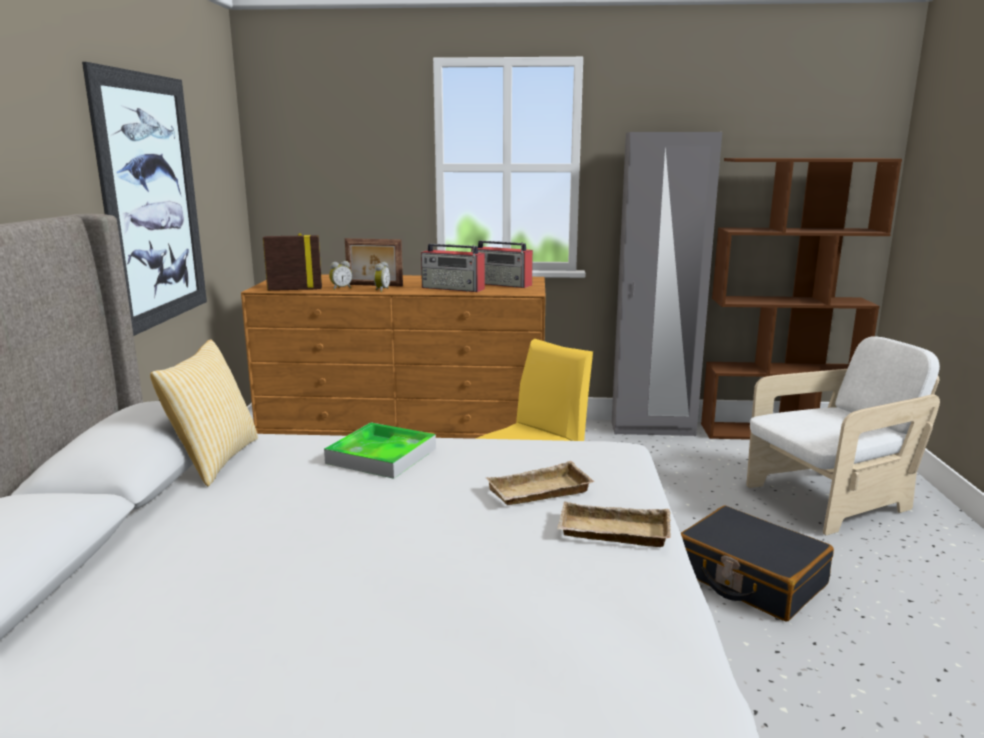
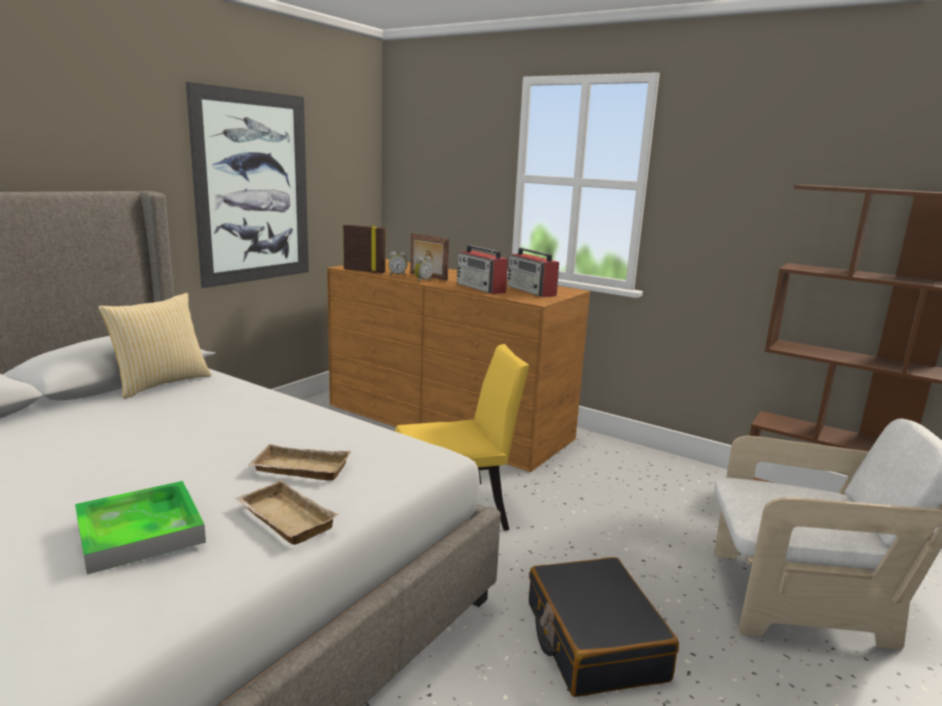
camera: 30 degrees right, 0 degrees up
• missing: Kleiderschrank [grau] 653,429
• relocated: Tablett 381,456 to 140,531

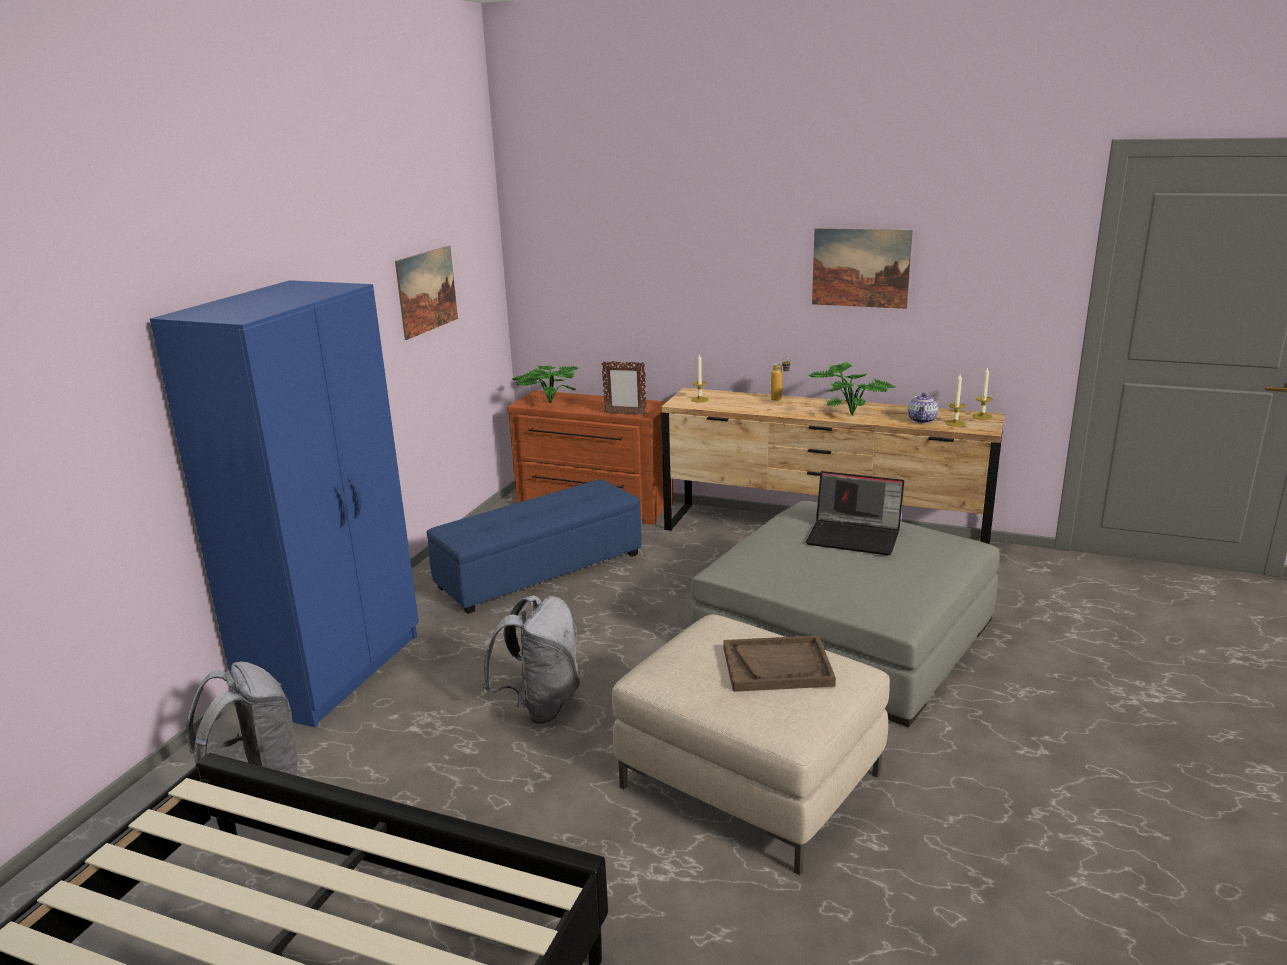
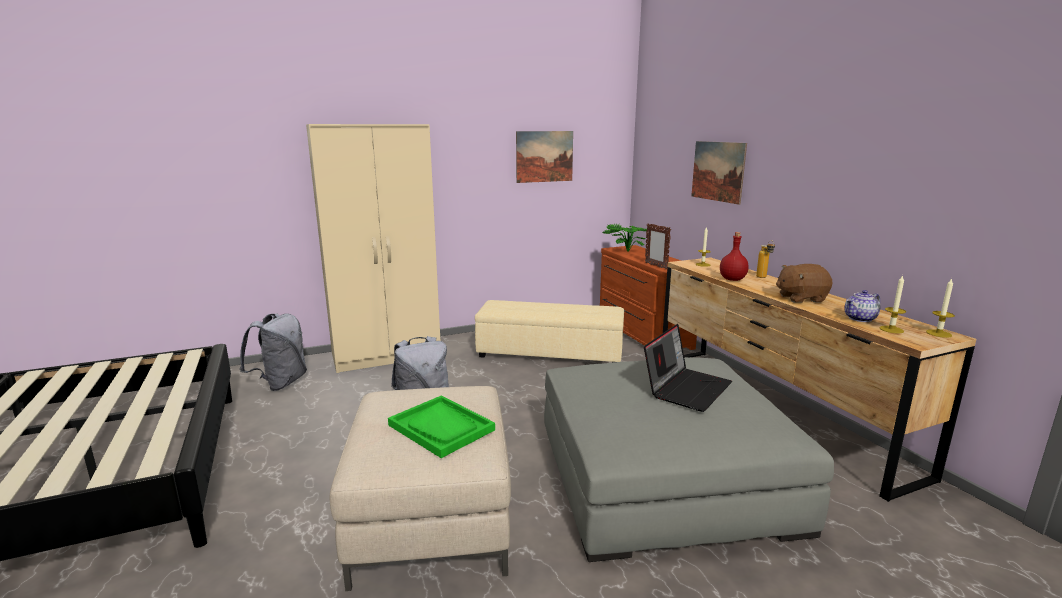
camera: 45 degrees right, 5 degrees down
• appeared: Flasche [rot] 732,279
• relocated: Bild 860,268 to 718,171
• exchanged: Topfpflanze 850,413 to Plüschtier [braun] 800,298
• colour: Kleiderschrank [blau] 336,670 to Kleiderschrank [beige] 387,355
• colour: Polsterhocker [blau] 540,570 to Polsterhocker [beige] 550,352
• colour: Tablett [braun] 777,666 to Tablett [grün] 441,427
• spun: Laptop 855,536 = 686,388 120 degrees counterclockwise

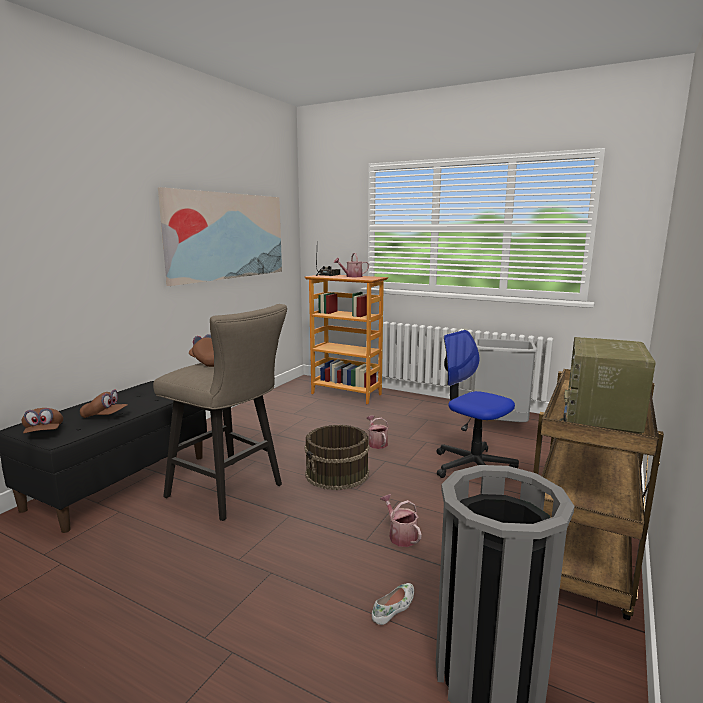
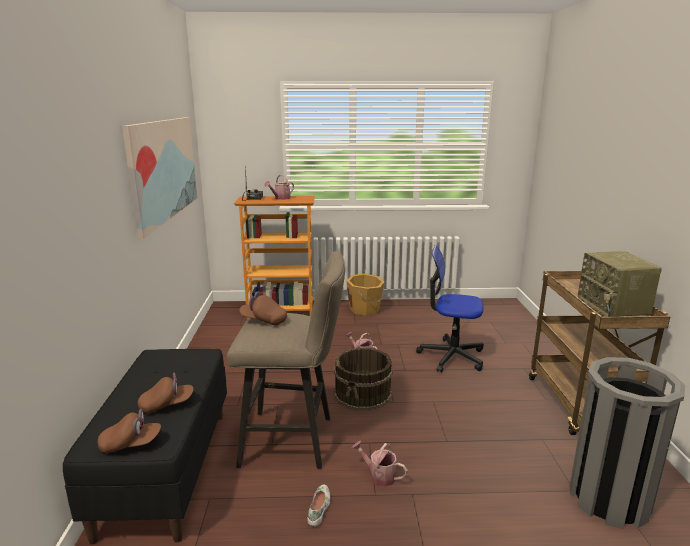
camera: 30 degrees left, 5 degrees up
• missing: Mülleimer [grau] 498,425
• appeared: Eimer [orange] 365,309
• relocated: Schuh [weiß] 394,607 to 319,508
• relocated: Gießkanne 400,535 to 379,475
• spun: Kappe [braun] 44,433 = 131,444 45 degrees counterclockwise

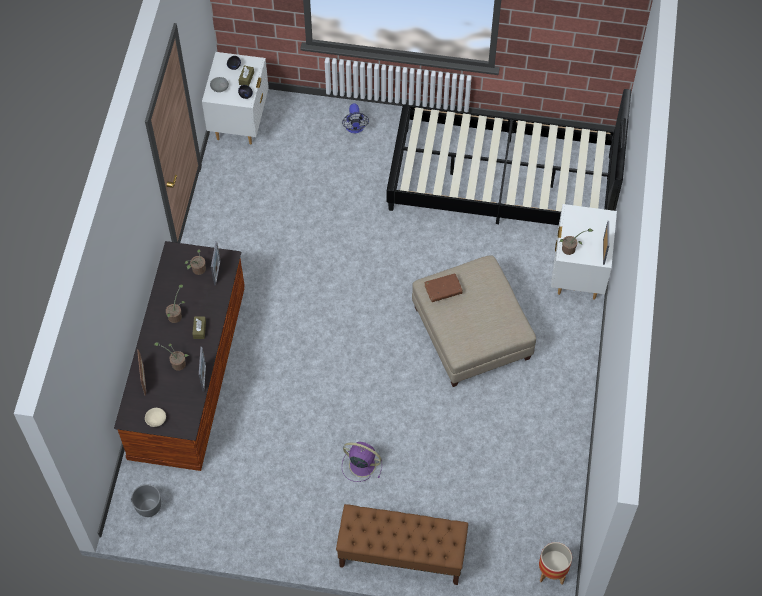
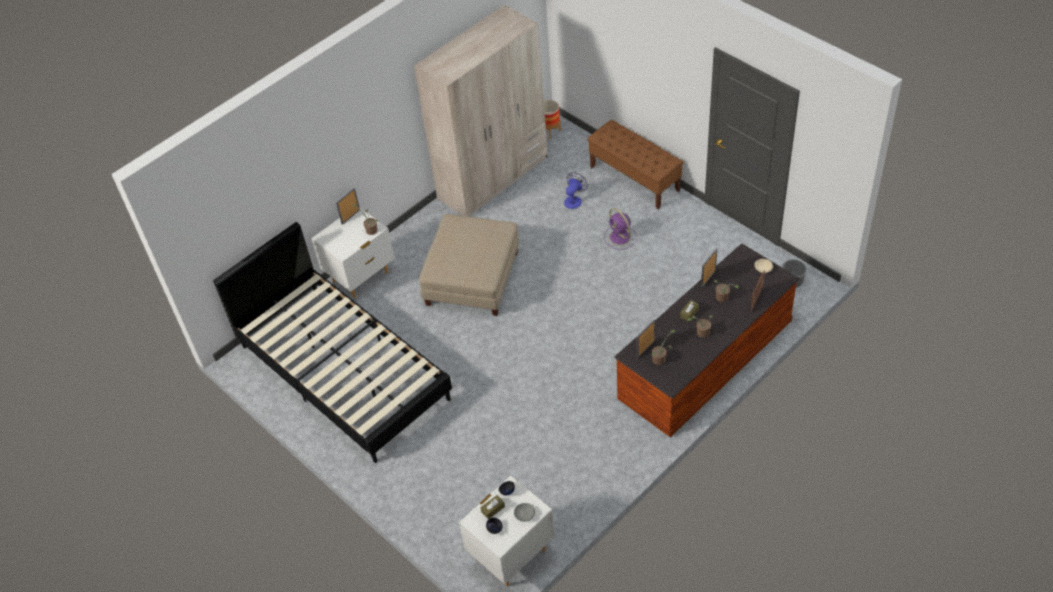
camera: 140 degrees left, 10 degrees down
• missing: Buch [braun] 443,290
• appeared: Kleiderschrank [beige] 493,178
• relocated: Ventilator 355,128 to 574,200

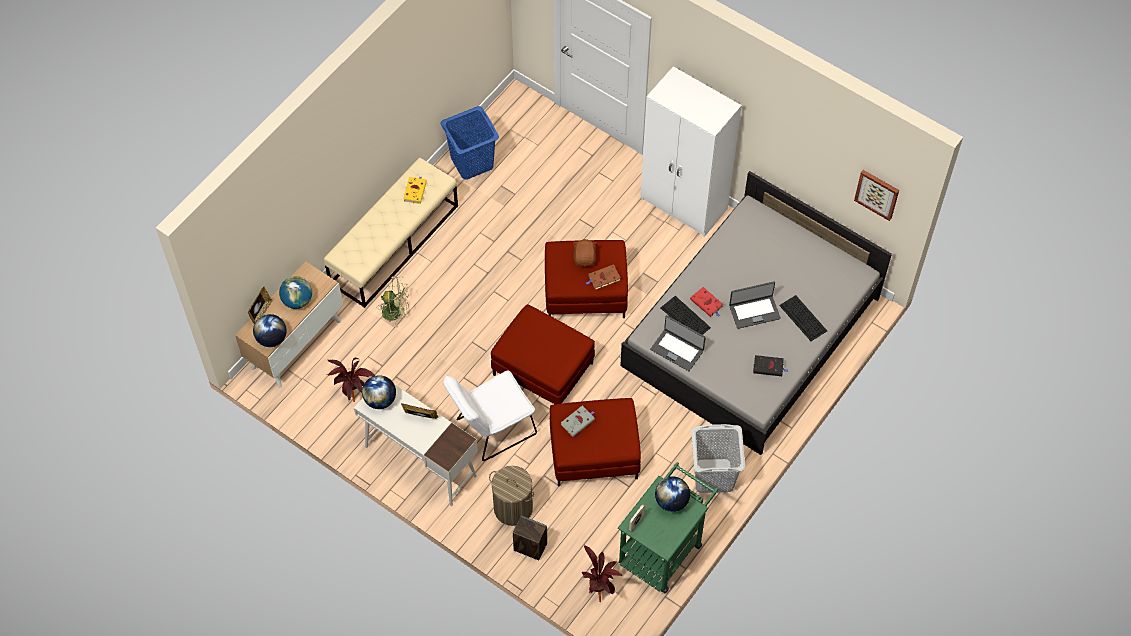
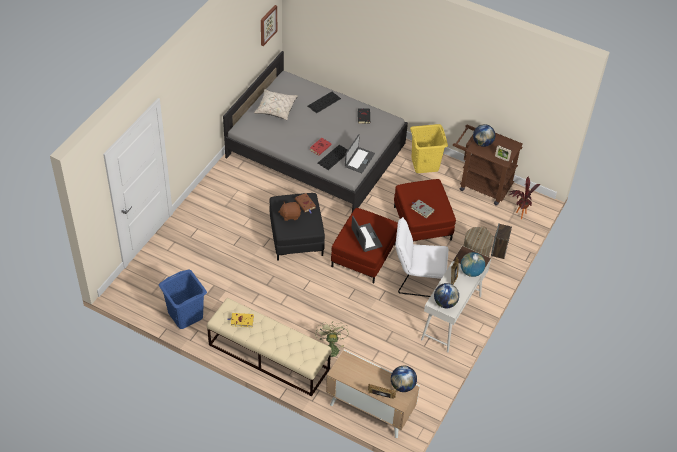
camera: 100 degrees left, 10 degrees down
• missing: Topfpflanze 355,398
• missing: Kleiderschrank [weiß] 684,205
• appeared: Kissen [beige] 275,109
• relocated: Globus 297,300 to 471,272
• relocated: Laptop 754,311 to 366,238
• colour: Polsterhocker [rot] 585,292 to Polsterhocker [schwarz] 296,237
• colour: Rollwagen [grün] 664,548 to Rollwagen [braun] 481,185
• colour: Wäschekorb [grau] 713,476 to Wäschekorb [gelb] 425,164
• spun: Stuhl [weiß] 491,429 = 417,280 135 degrees clockwise

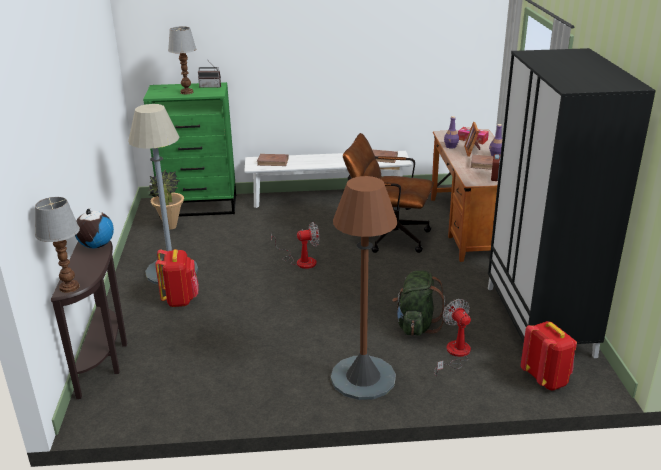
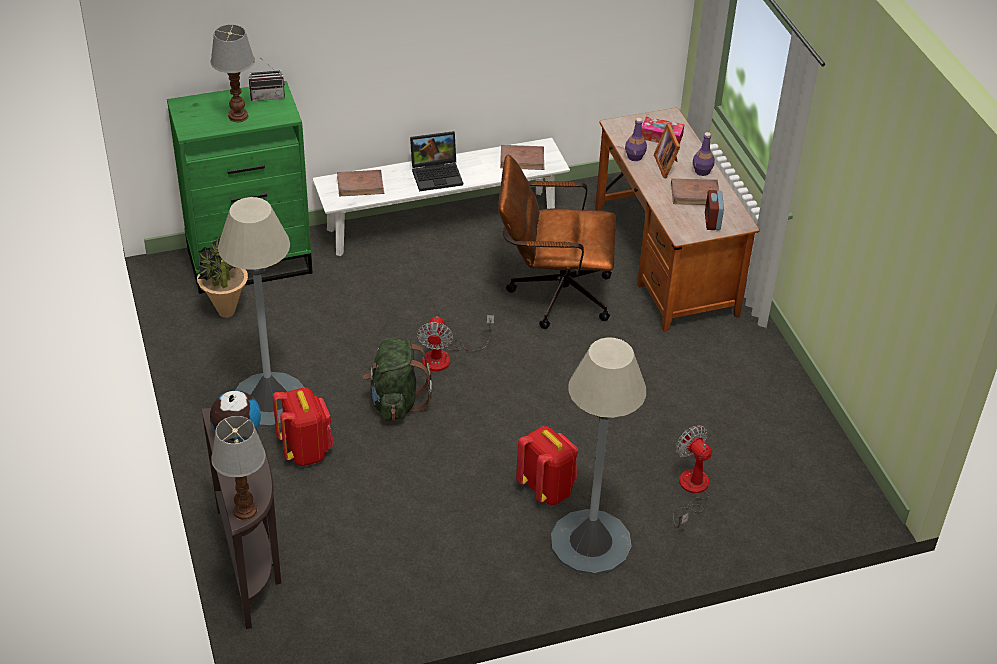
camera: 15 degrees left, 15 degrees up
• missing: Kleiderschrank [schwarz] 539,321
• appeared: Laptop 437,174
• relocated: Rucksack [grün] 416,325 to 396,402
• relocated: Rucksack [rot] 546,379 to 547,489
• colour: Stehlampe [braun] 363,378 to Stehlampe [grau] 591,543
• spun: Ventilator 300,261 = 445,357 120 degrees clockwise

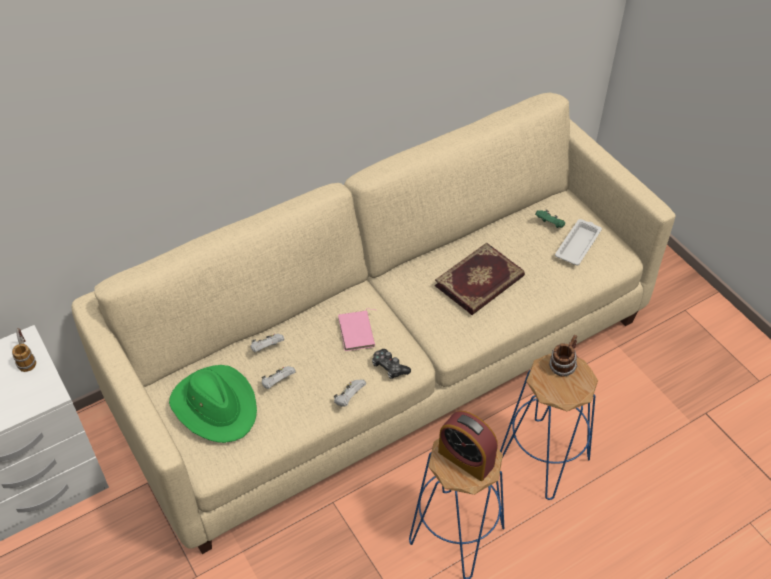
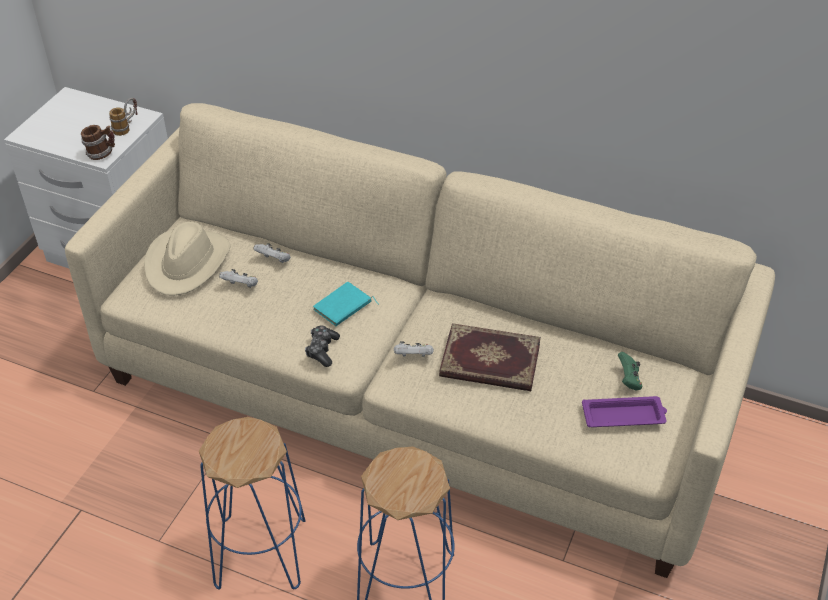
camera: 55 degrees right, 5 degrees down
• missing: Wecker 466,458
• relocated: Gamepad [weiß] 349,398 to 413,357
• relocated: Henkelbecher 562,366 to 102,154
• colour: Hut [grün] 215,406 to Hut [beige] 187,263
• colour: Buch [rosa] 358,332 to Buch [türkis] 343,307
• colour: Tablett [weiß] 578,244 to Tablett [lila] 624,416

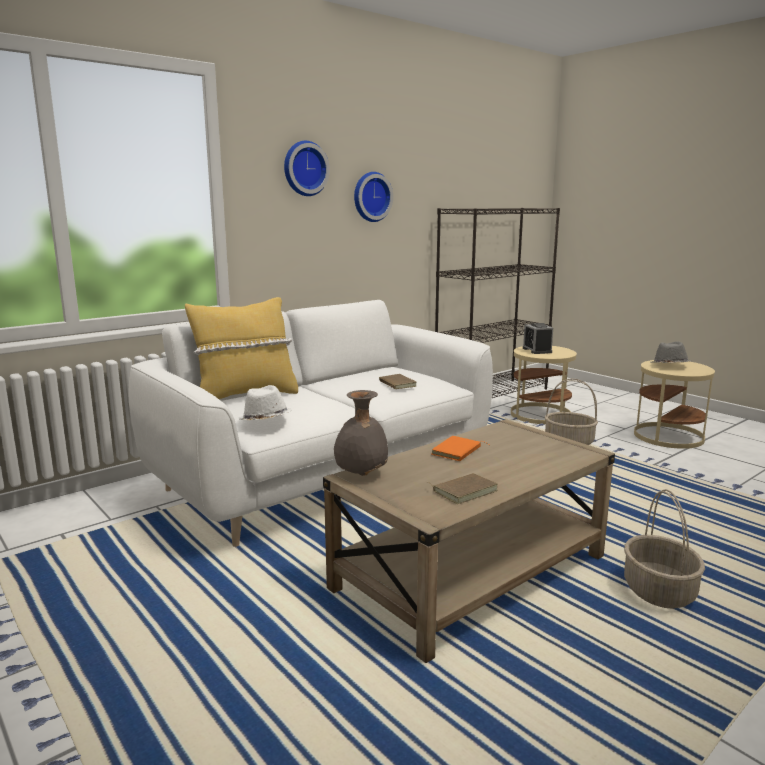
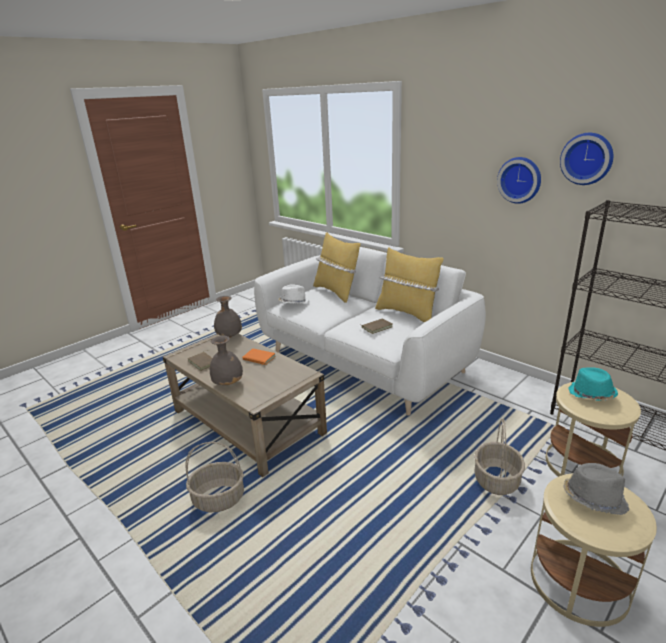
camera: 85 degrees right, 10 degrees up
• appeared: Vase [grau] 228,383
• appeared: Kissen [gelb] 407,313
• relocated: Wanduhr 304,168 to 587,158
• exchanged: Wecker 537,350 to Hut [türkis] 591,394

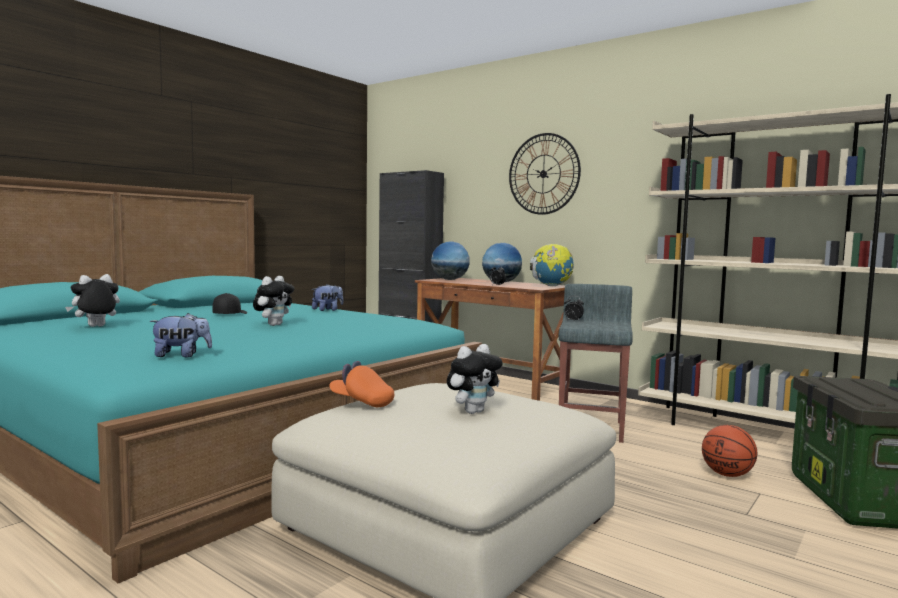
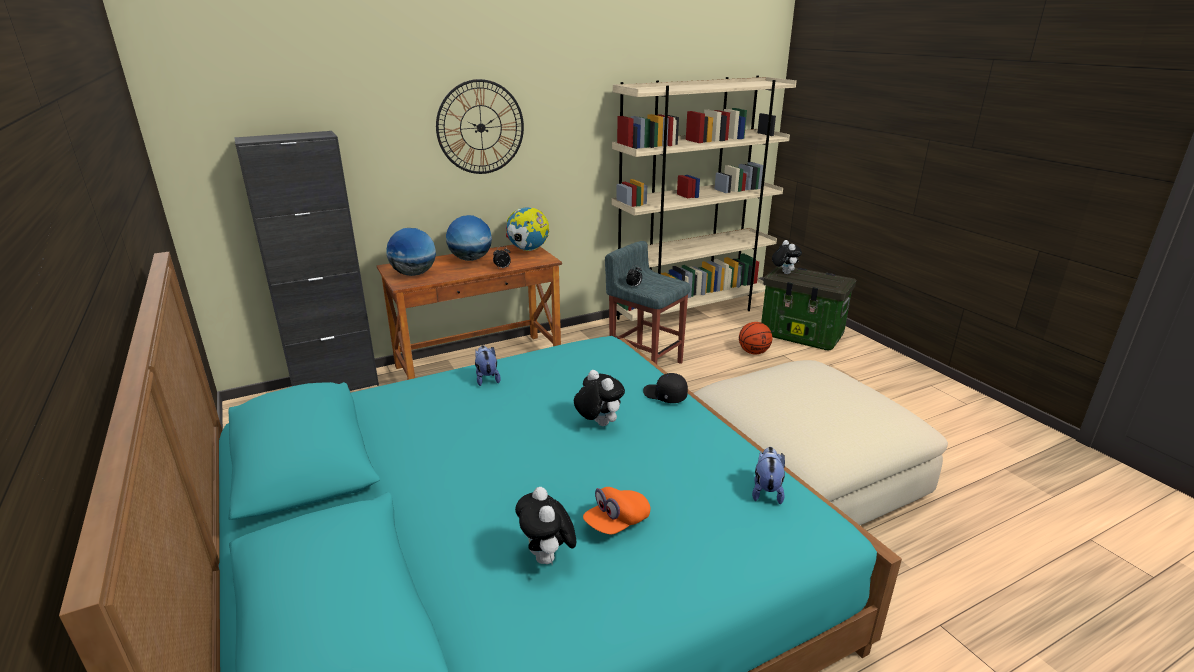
camera: 65 degrees left, 20 degrees up
• relocated: Kappe [schwarz] 229,314 to 664,396
• relocated: Kappe [orange] 361,402 to 617,522
• relocated: Plüschtier 473,411 to 784,273

